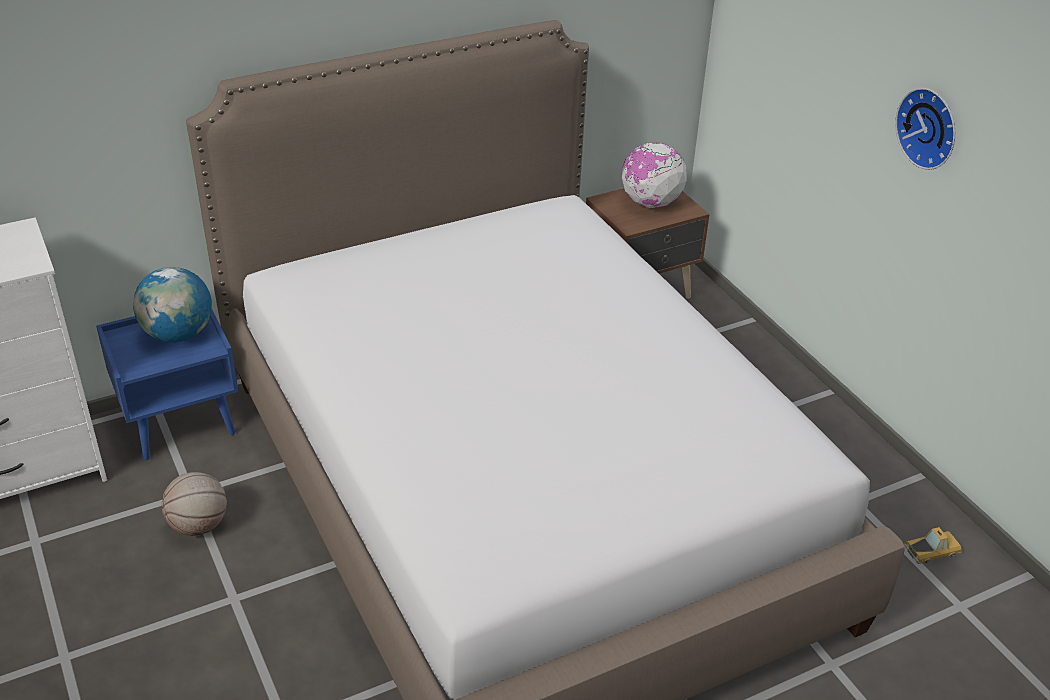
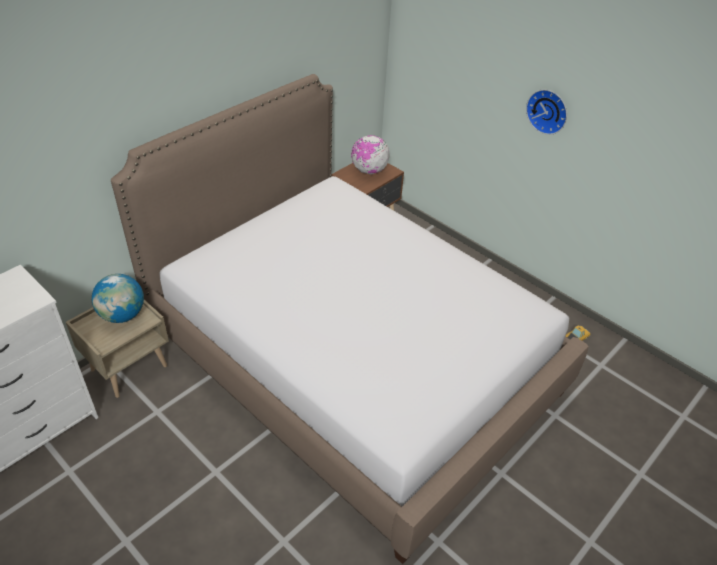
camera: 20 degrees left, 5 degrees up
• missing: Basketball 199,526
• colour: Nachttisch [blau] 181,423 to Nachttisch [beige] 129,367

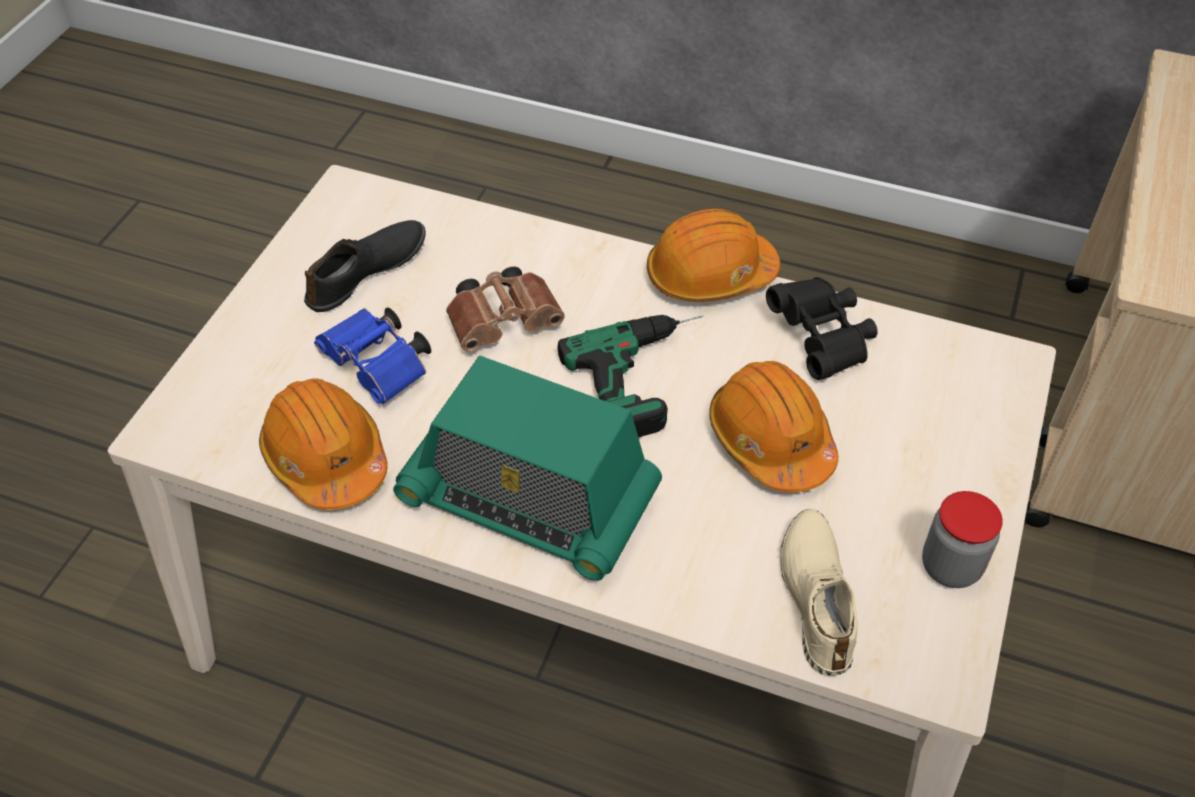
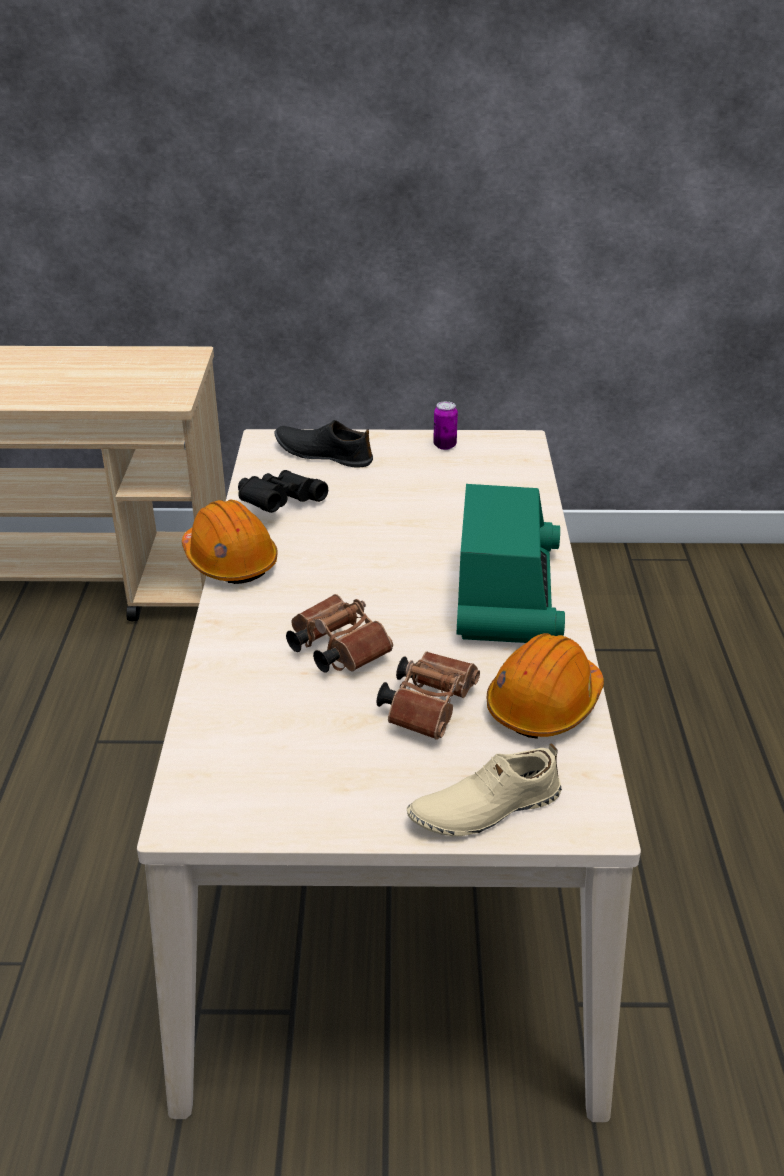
camera: 110 degrees left, 15 degrees down
• missing: Bohrmaschine 649,379
• missing: Schutzhelm [orange] 770,440
• relocated: Schuh [schwarz] 367,272 to 323,453
• relocated: Schuh [beige] 818,596 to 484,807
• exchanged: Vorratsglas 950,566 to Dose 444,445
• colour: Fernglas [blau] 379,368 to Fernglas [braun] 429,706

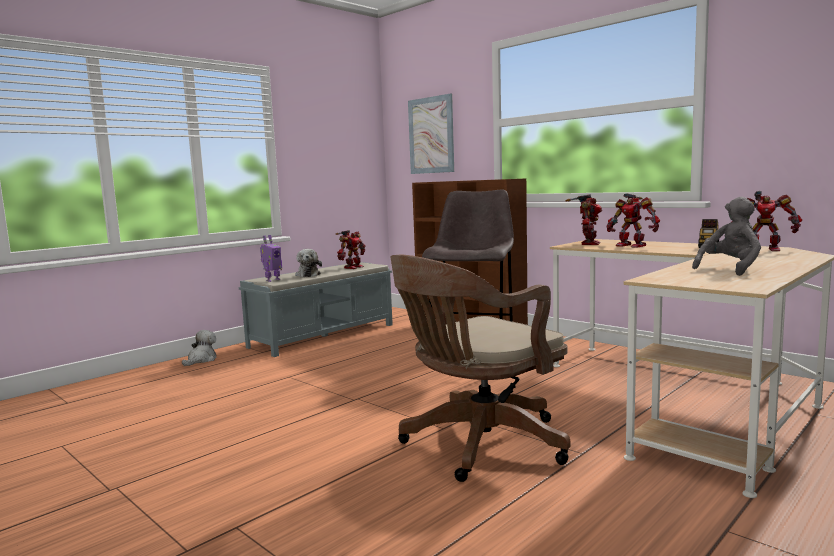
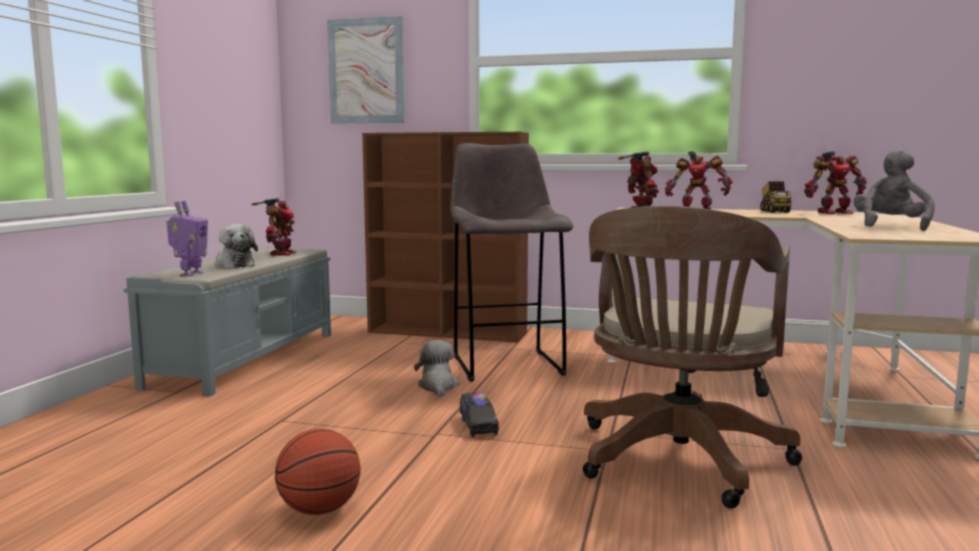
camera: 30 degrees left, 0 degrees up
• appeared: Basketball 319,510
• appeared: Spielzeuglaster 478,425
• relocated: Plüschtier 201,360 to 438,387

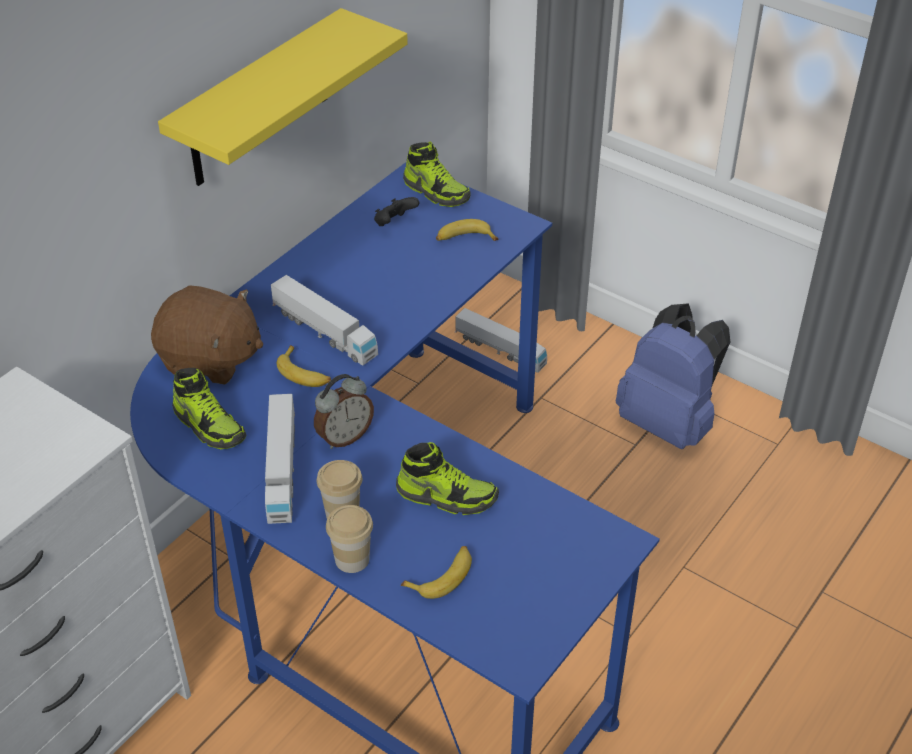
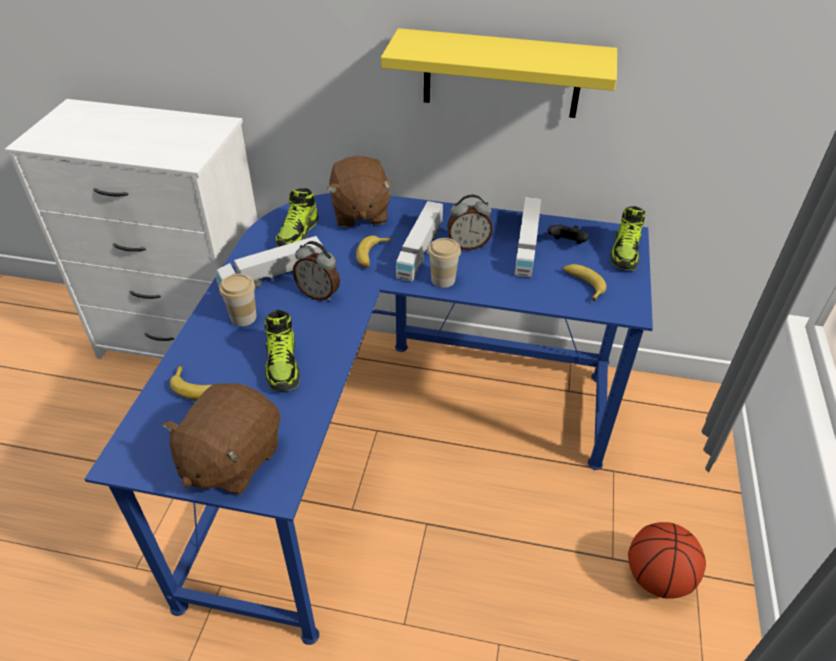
camera: 65 degrees right, 0 degrees up
• appeared: Plüschtier [braun] 231,459
• appeared: Wecker 468,245
• relocated: Tasse 352,559 to 443,279
• relocated: Spielzeuglaster 500,349 to 526,246
• exchanged: Rucksack [blau] 668,423 to Basketball 657,577

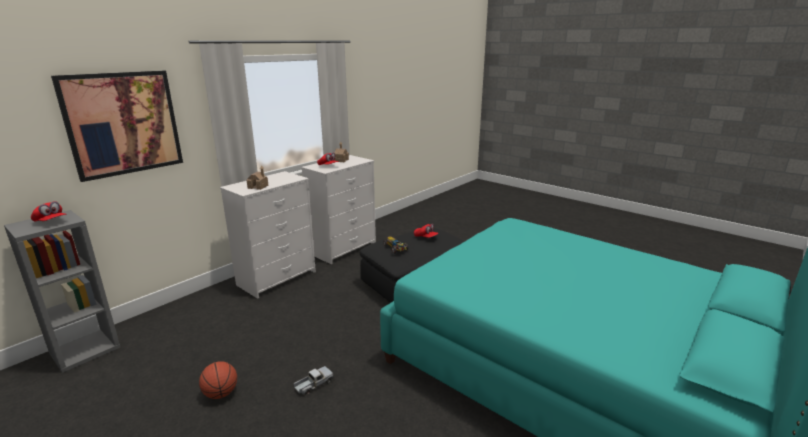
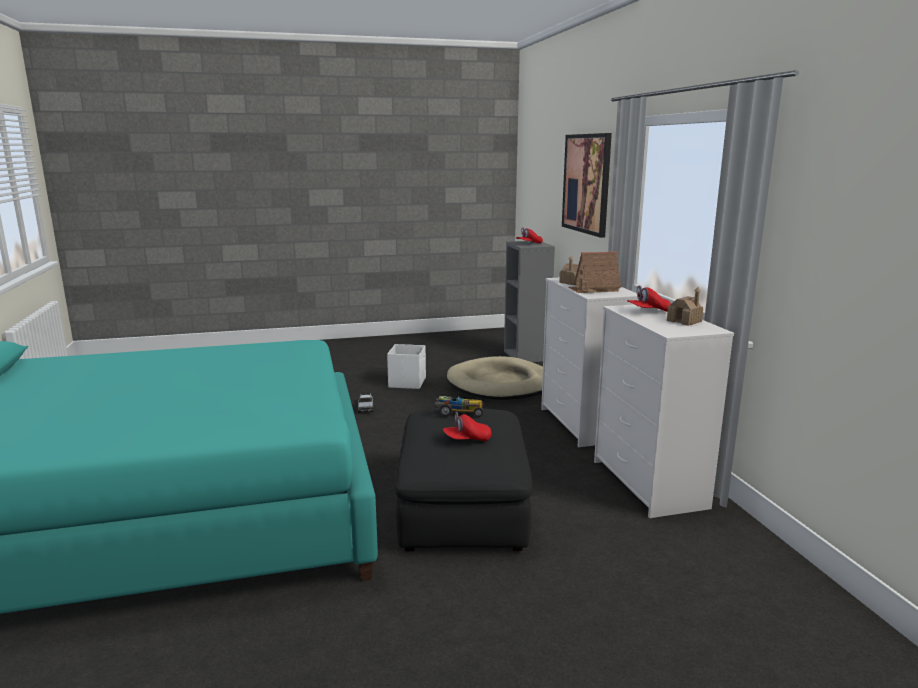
camera: 125 degrees right, 5 degrees down
• appeared: Hundebett [beige] 501,384
• appeared: Spielzeughaus 594,289
• exchanged: Basketball 221,393 to Aufbewahrungsbox [weiß] 407,382

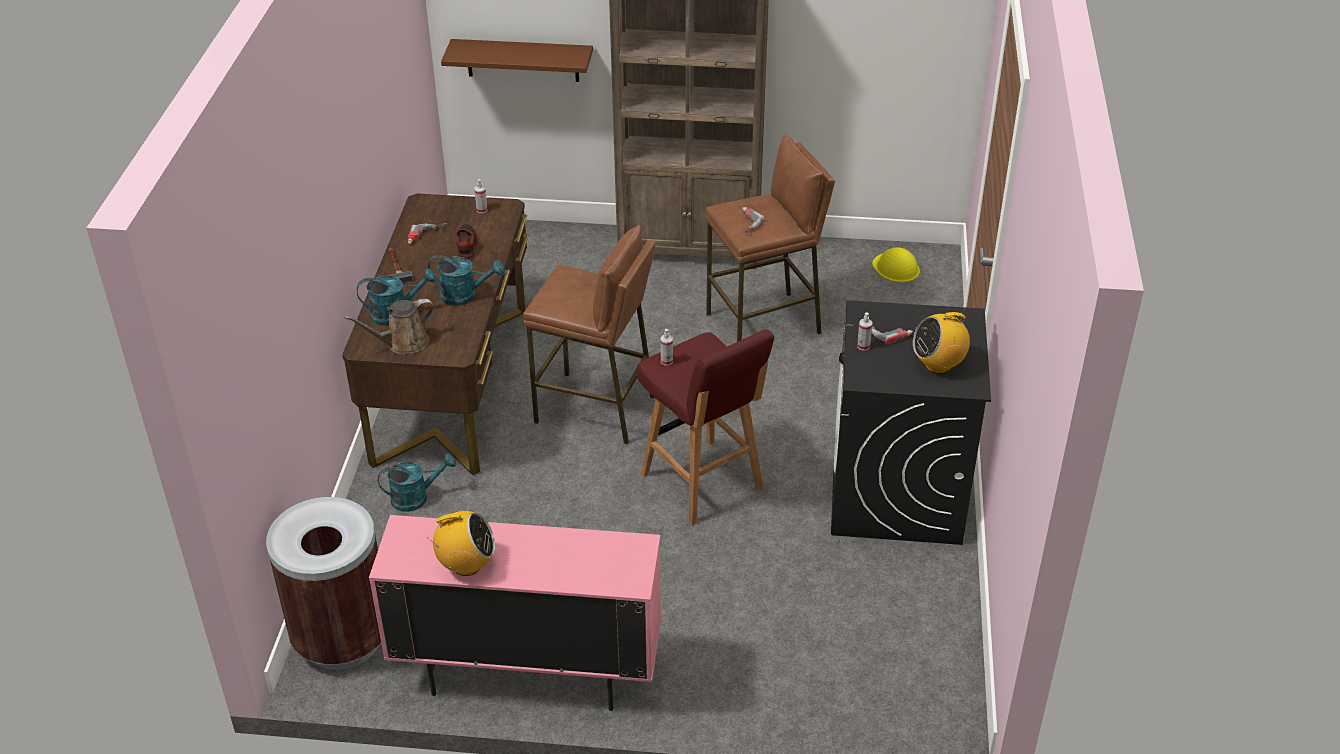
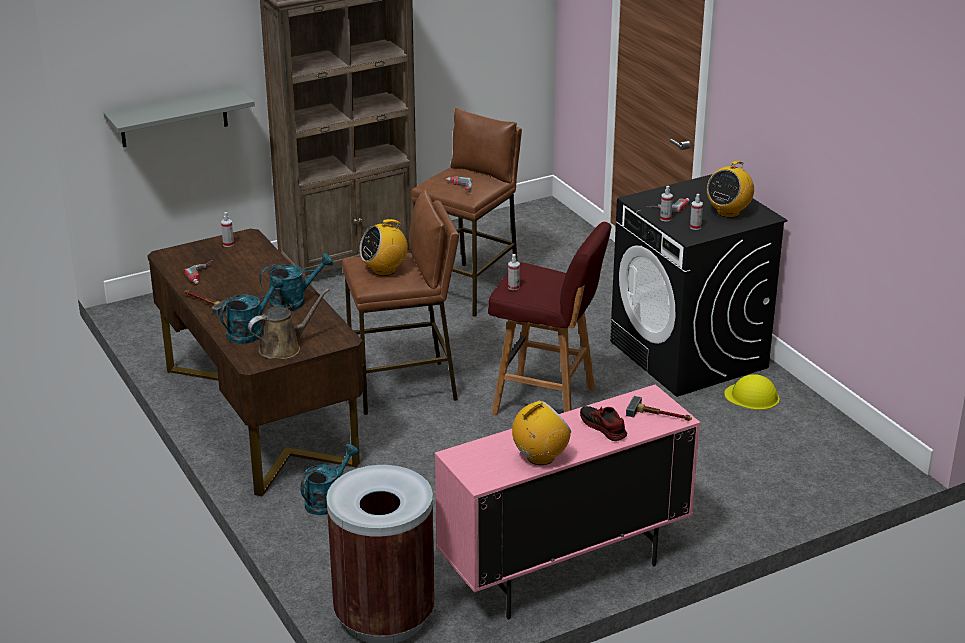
camera: 35 degrees left, 10 degrees down
• appeared: Radio 384,270
• appeared: Hammer 660,415
• appeared: Sprühflasche 695,227
• relocated: Schuh 466,246 to 602,428
• relocated: Schutzhelm [gelb] 896,267 to 752,396
• colour: Wandregal [braun] 522,60 to Wandregal [grau] 173,117
• spun: Gießkanne [braun] 403,343 = 284,348 150 degrees counterclockwise

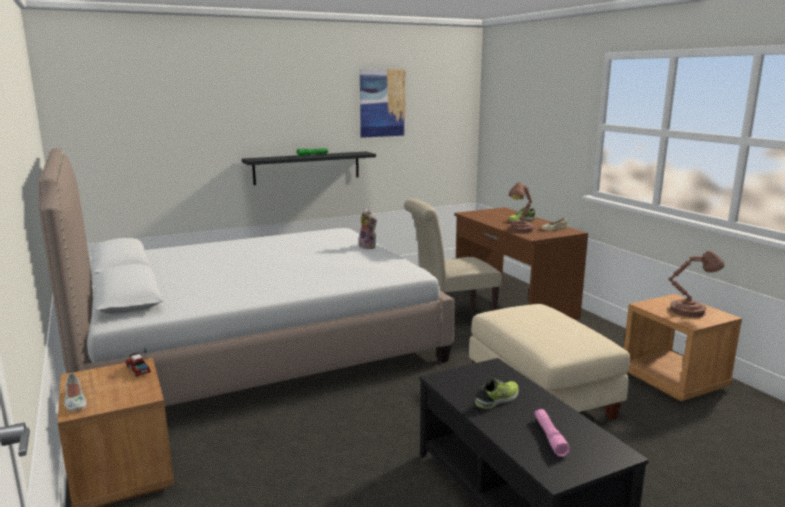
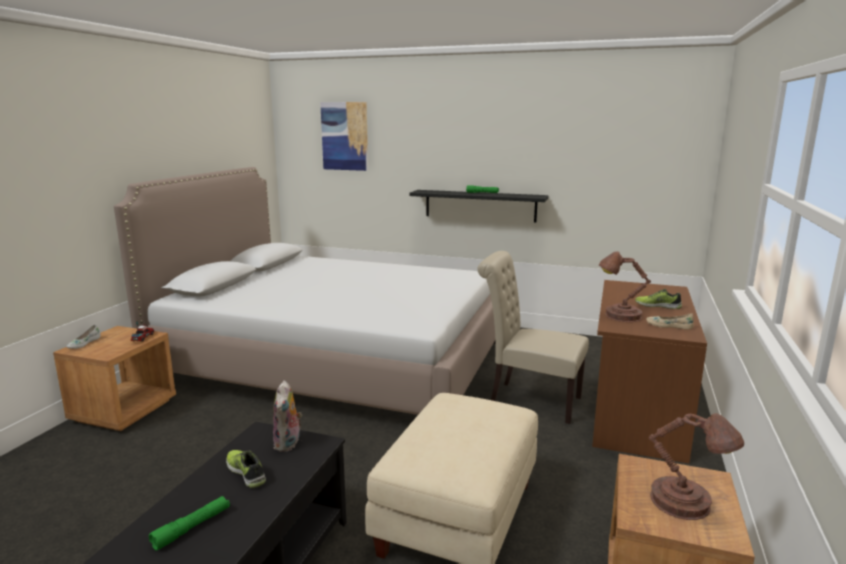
camera: 45 degrees right, 0 degrees up
• relocated: Plüschtier 369,246 to 288,444
• relocated: Bild 382,103 to 345,136
• colour: Taschenlampe [rosa] 549,437 to Taschenlampe [grün] 192,528
• spun: Schuh 498,400 = 247,472 135 degrees counterclockwise

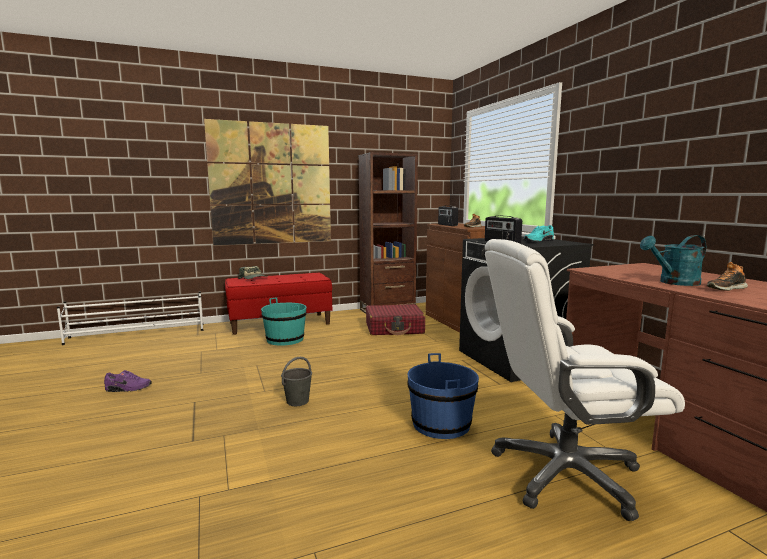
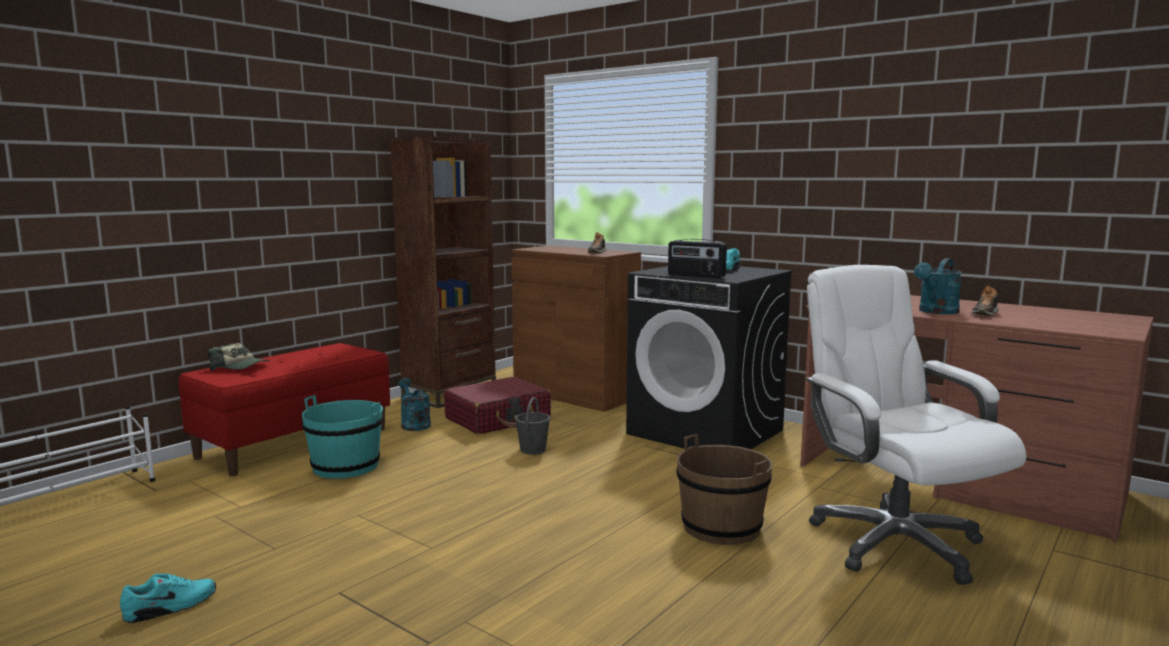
camera: 30 degrees left, 0 degrees up
• missing: Bild 271,184
• missing: Radio 447,225
• appeared: Gießkanne [türkis] 414,424
• relocated: Eimer [grau] 298,401 to 533,450
• colour: Schuh [lila] 128,389 to Schuh [türkis] 171,607
• colour: Eimer [blau] 441,424 to Eimer [braun] 721,527
• spun: Bürostuhl [weiß] 564,474 = 894,543 105 degrees clockwise

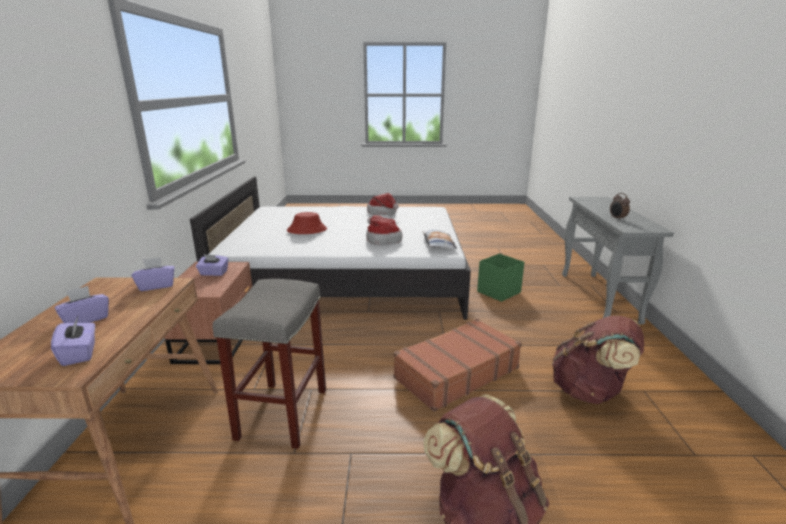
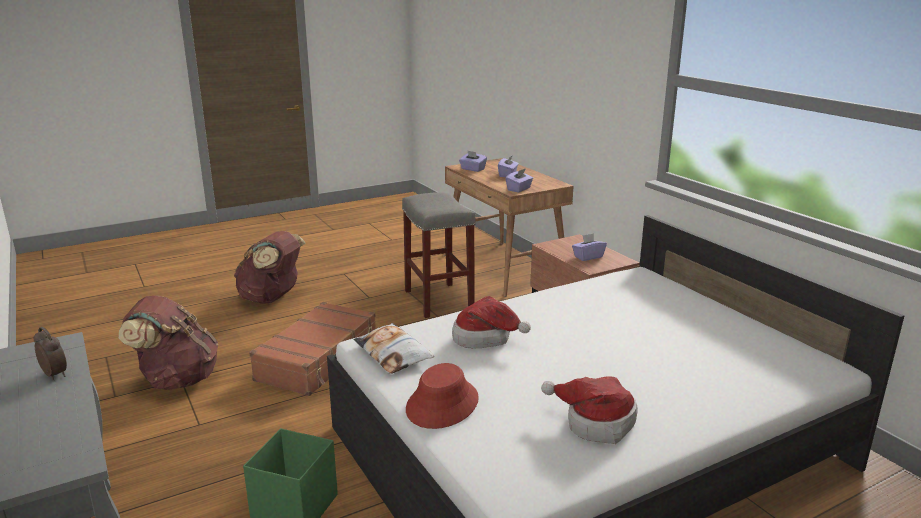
camera: 150 degrees right, 0 degrees up
• relocated: Hut [rot] 307,230 to 442,404

